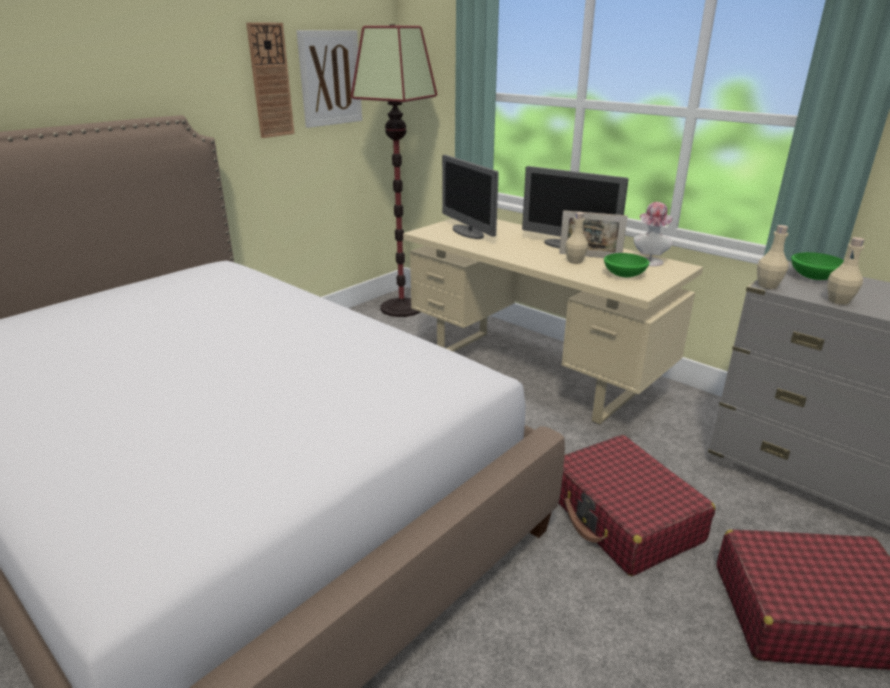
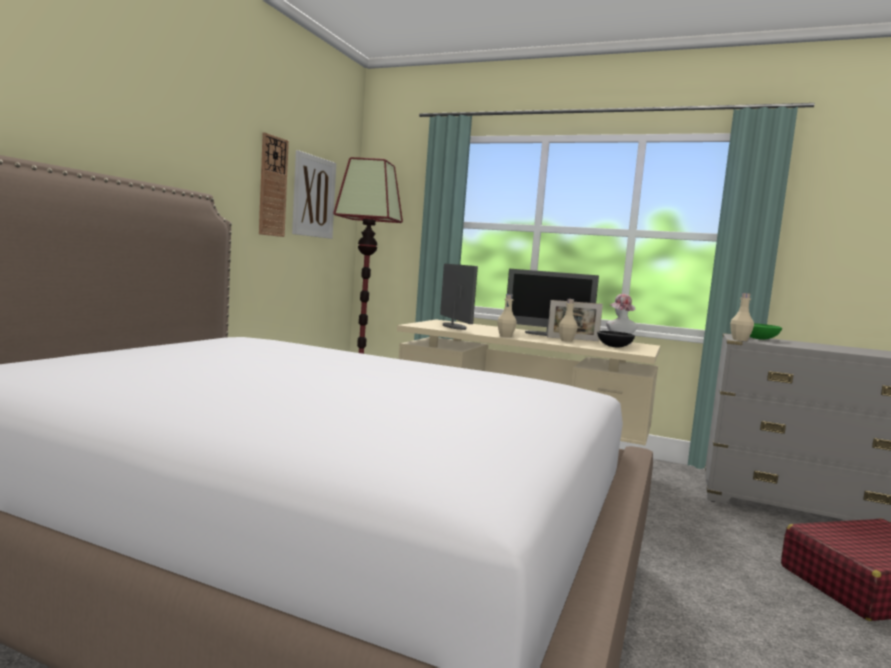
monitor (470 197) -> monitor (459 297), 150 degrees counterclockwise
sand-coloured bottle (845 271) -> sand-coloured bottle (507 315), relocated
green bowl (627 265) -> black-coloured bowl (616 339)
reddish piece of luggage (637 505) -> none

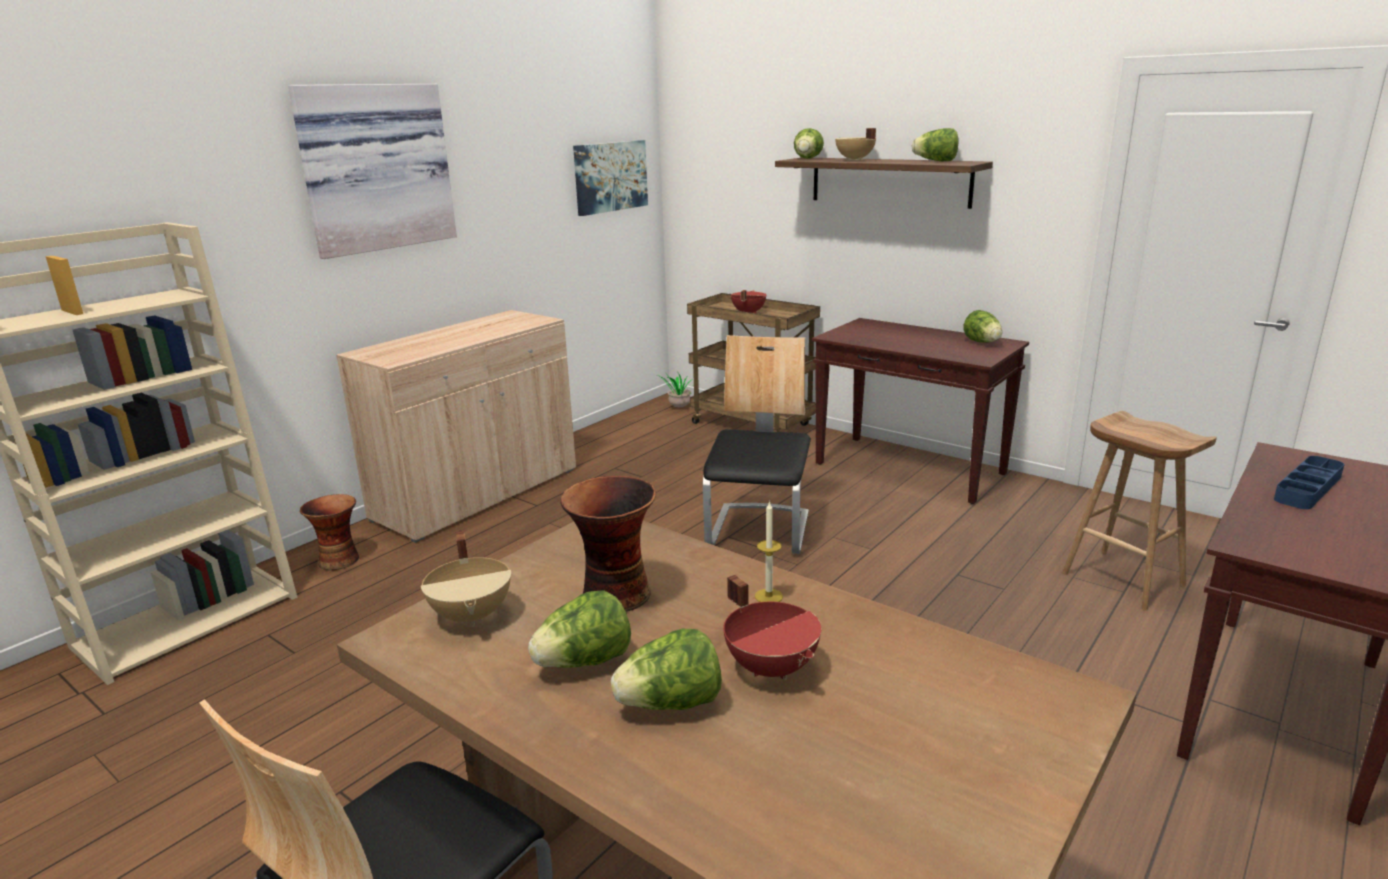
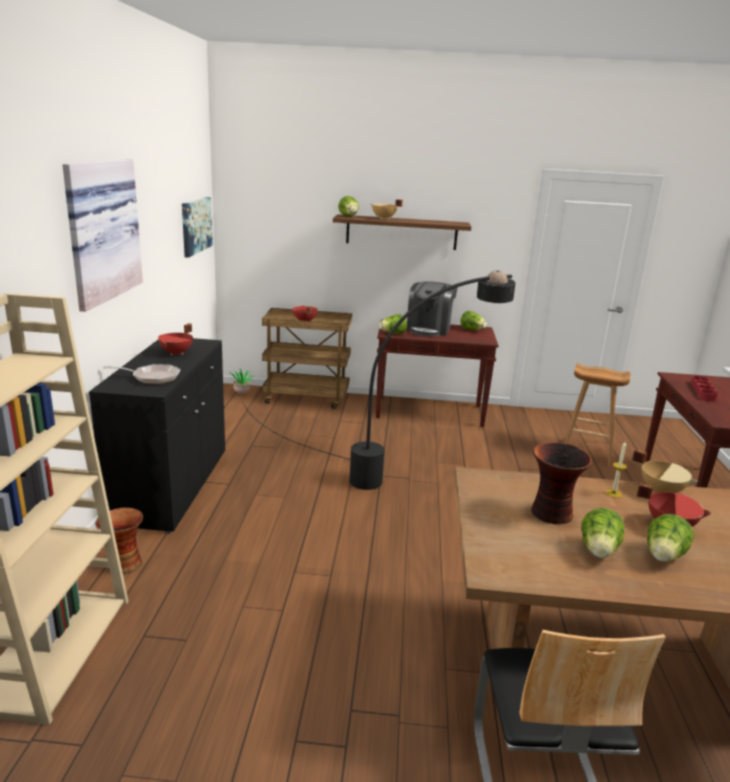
sand-coloured cupboard (456 426) -> black-coloured cupboard (157 436)
none -> skillet (141 374)
none -> reddish saucepot (175 339)
upright chair (757 444) -> black-coloured standard lamp (379 380)
lettuce (934 144) -> lettuce (393 324), relocated
none -> coffee machine (431 309)
sand-coloured saucepot (466 579) -> sand-coloured saucepot (665 471), relocated
blue carrying tray (1309 482) -> reddish carrying tray (705 389)

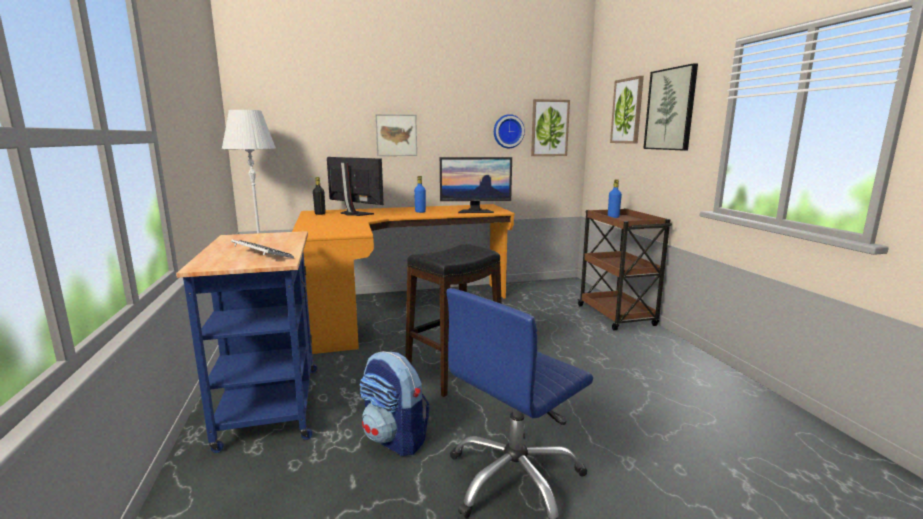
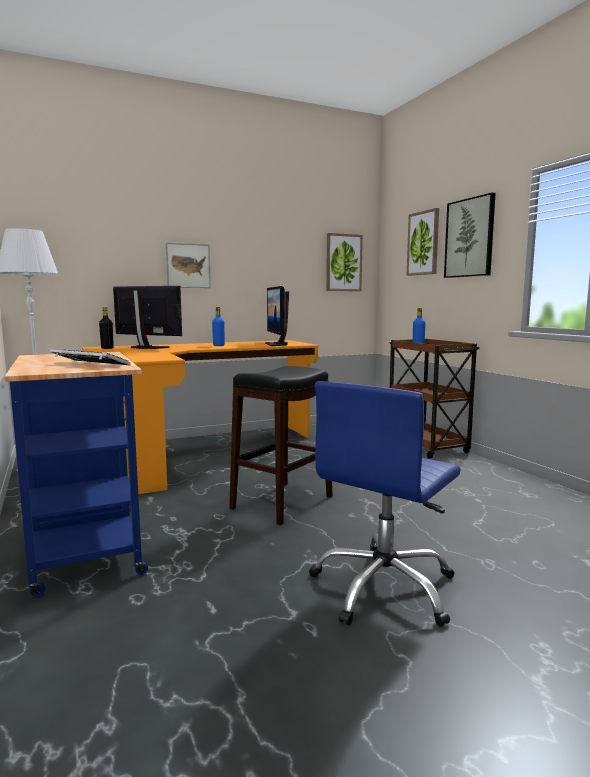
monitor (476 185) -> monitor (277 316), 90 degrees clockwise
rucksack (394 403) -> none
clock on the wall (509 131) -> none

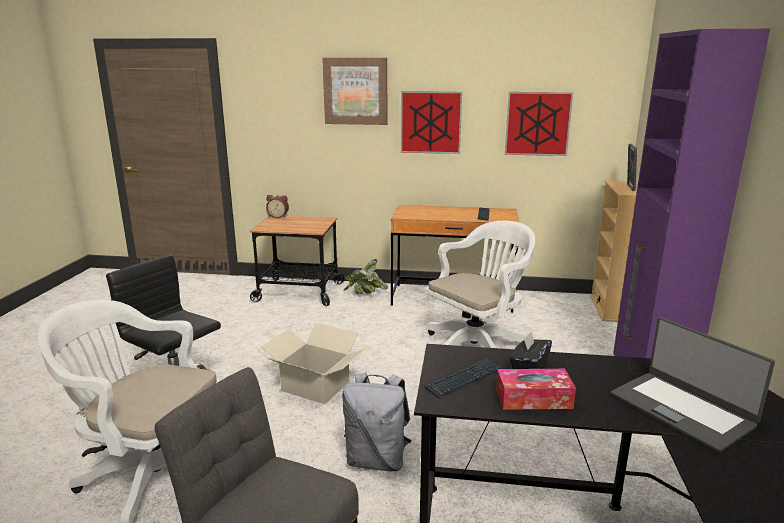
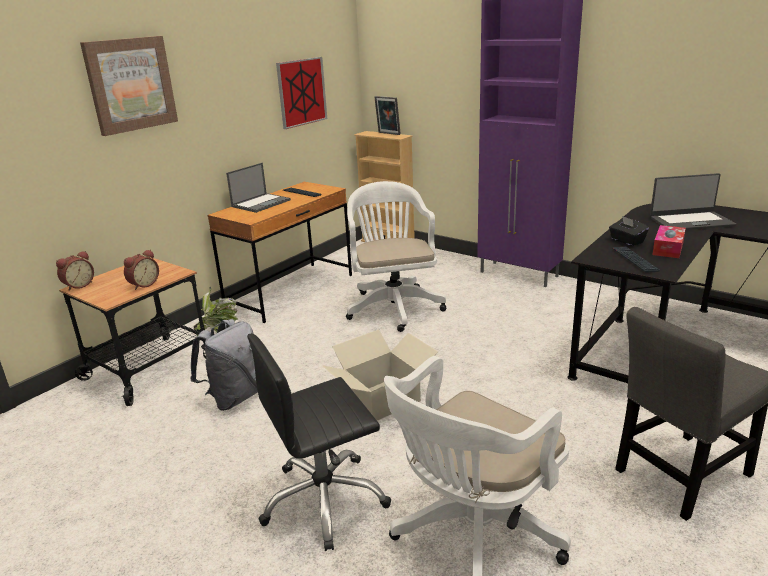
none -> alarm clock (141 269)
gray rucksack (376 422) -> gray rucksack (224 365), relocated
none -> notebook computer (258 188)
wall art (431 122) -> none

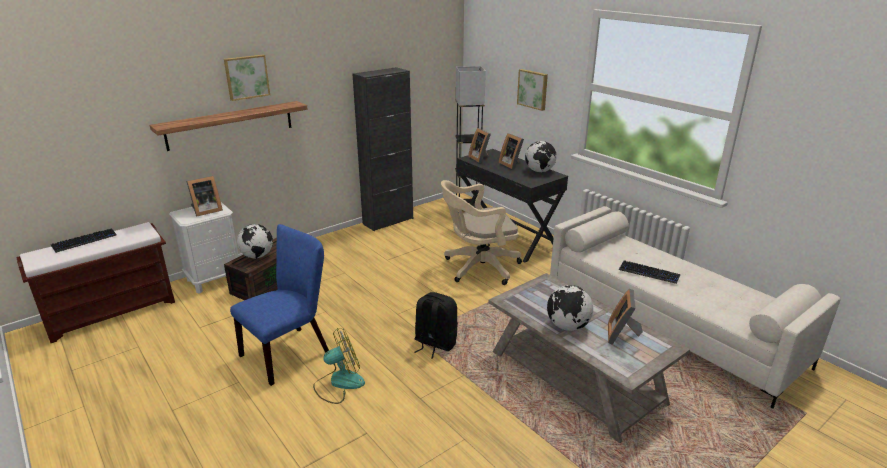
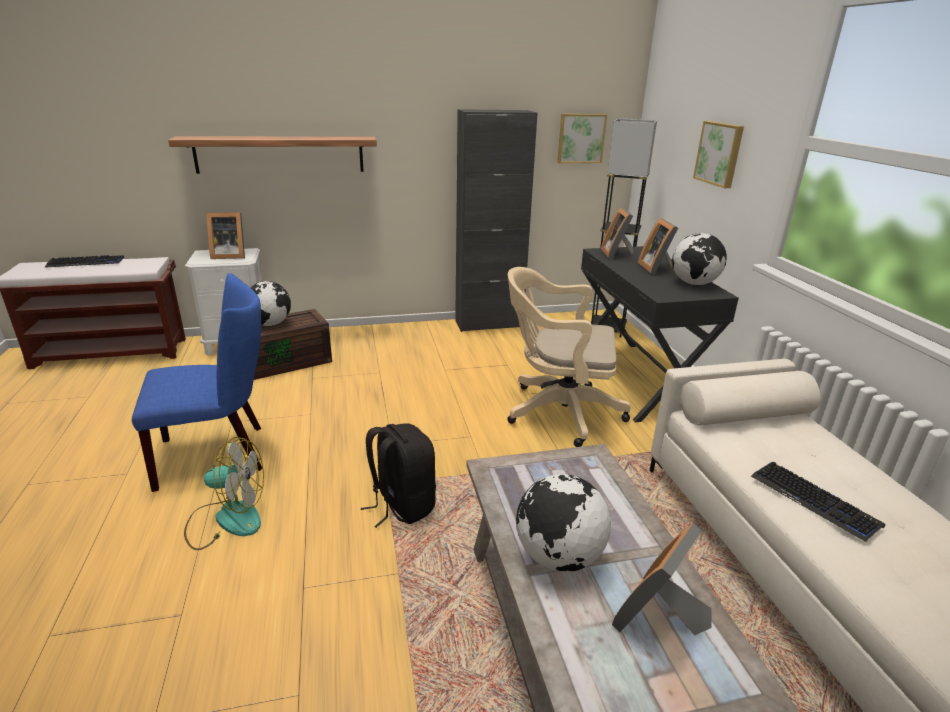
wall art (247 78) -> wall art (582 138), relocated

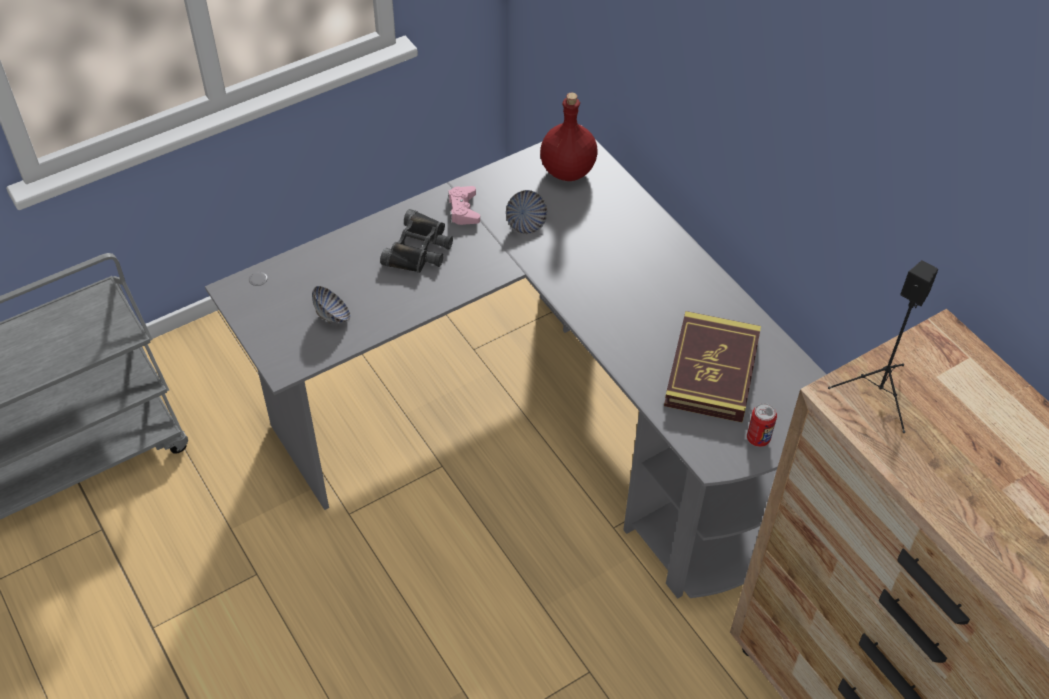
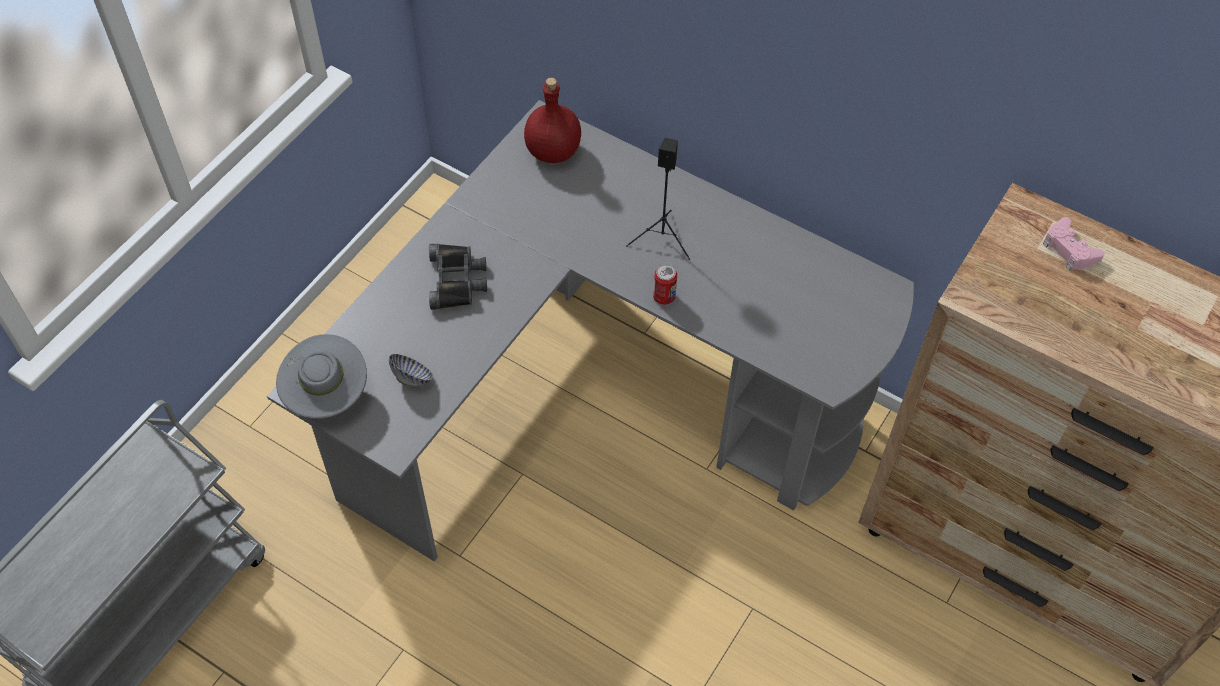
none -> gray clothing hat (321 376)
black-coloured audio speaker (883 346) -> black-coloured audio speaker (658 199), relocated
metal can (762 425) -> metal can (665 284), relocated
pink joypad (464 205) -> pink joypad (1074 244), relocated
bowl (526 212) -> none
book (712 366) -> none

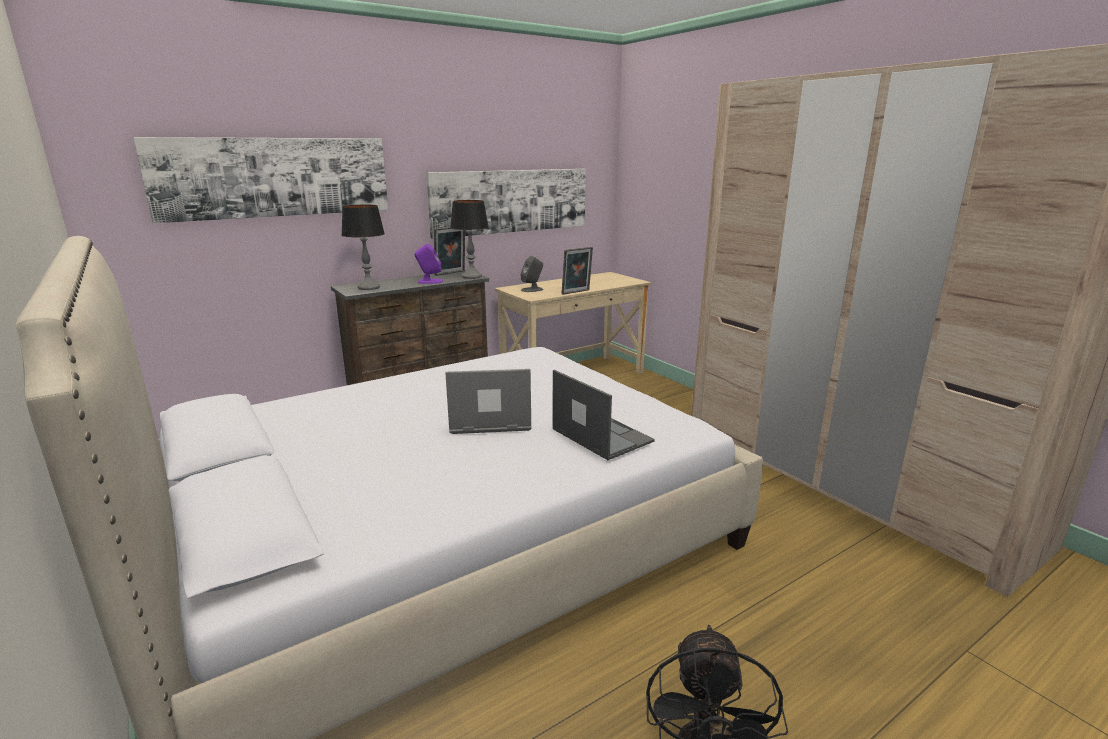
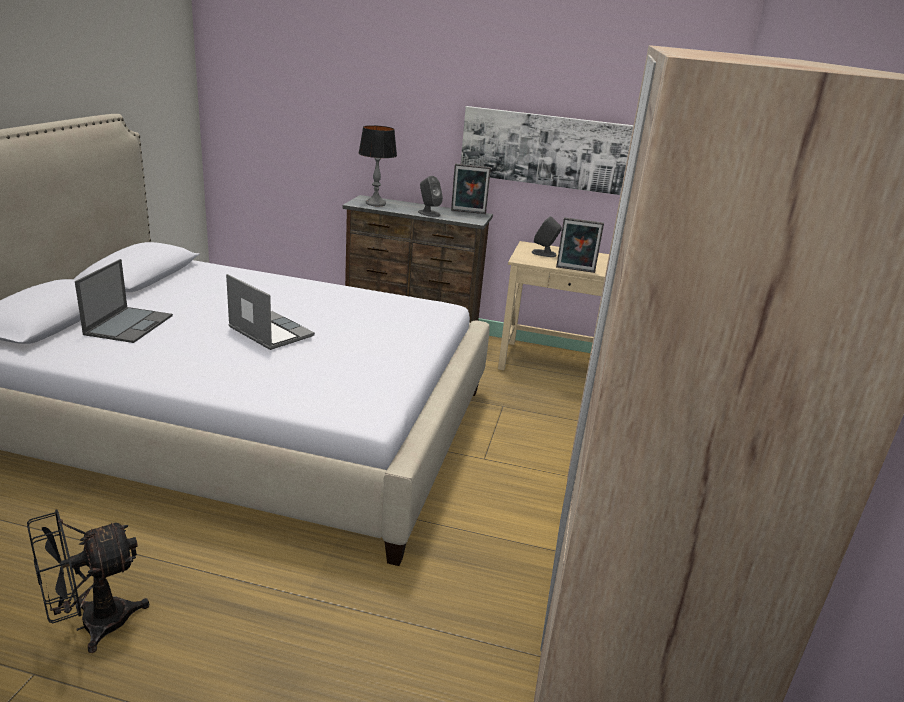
notebook computer (604 415) -> notebook computer (124 301), relocated
purplish audio speaker (428 264) -> gray audio speaker (430 196)
wall art (260 180) -> none
table lamp (469 239) -> none

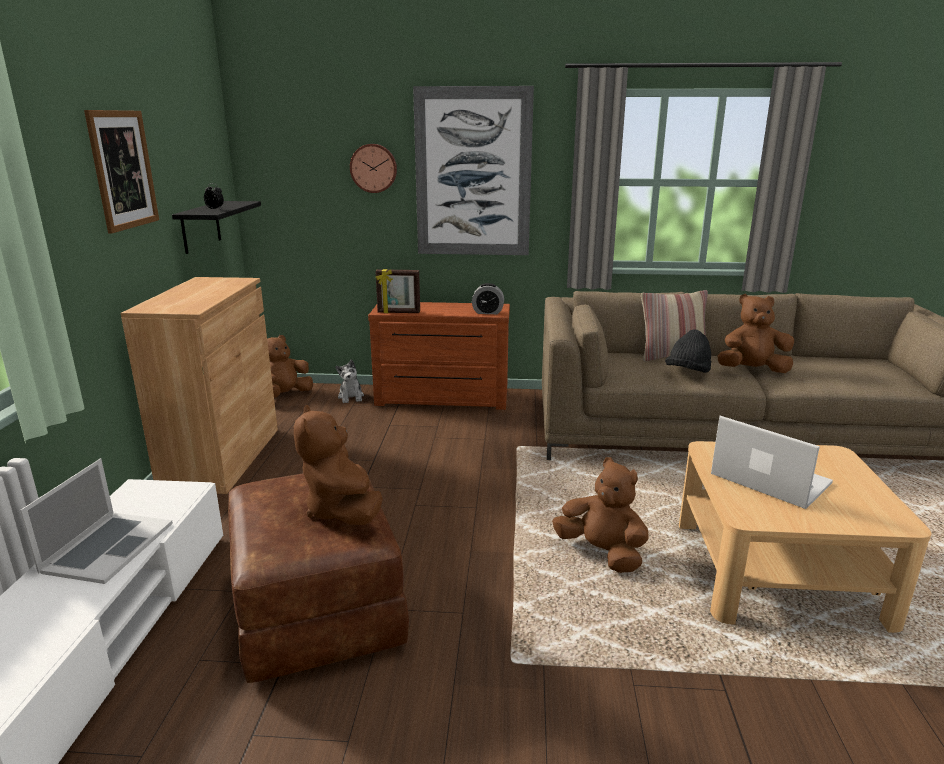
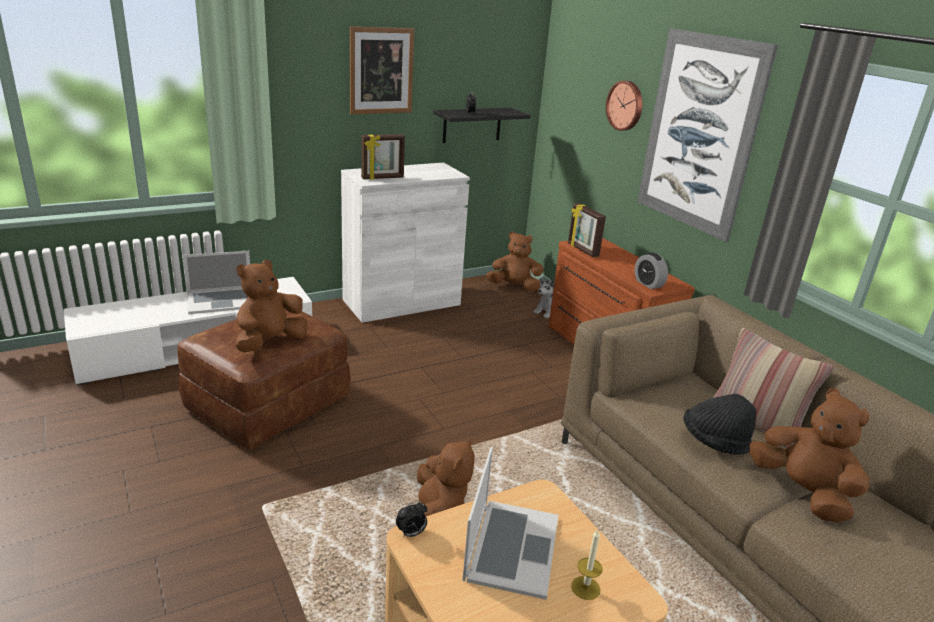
brown-coloured cupboard (199 385) -> white cupboard (405 243)
none -> picture frame (383 157)
none -> alarm clock (411 519)
none -> candle (587 564)

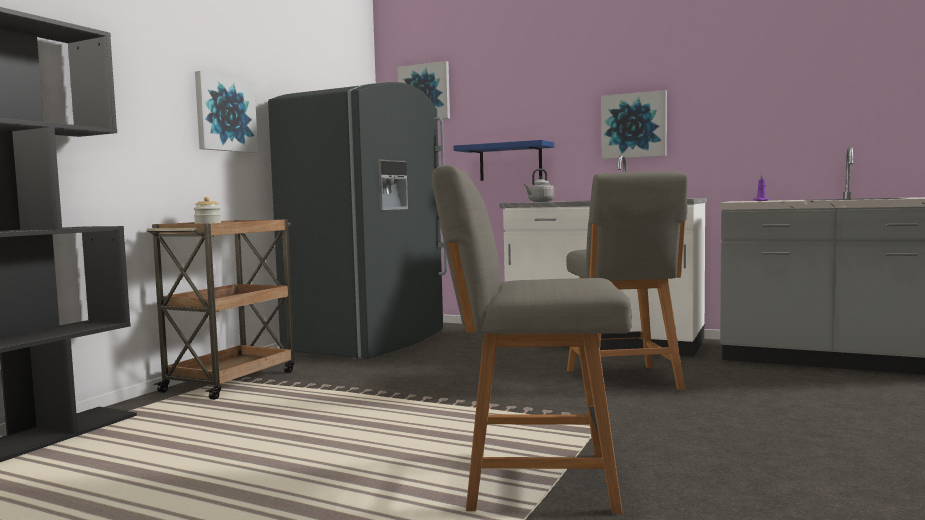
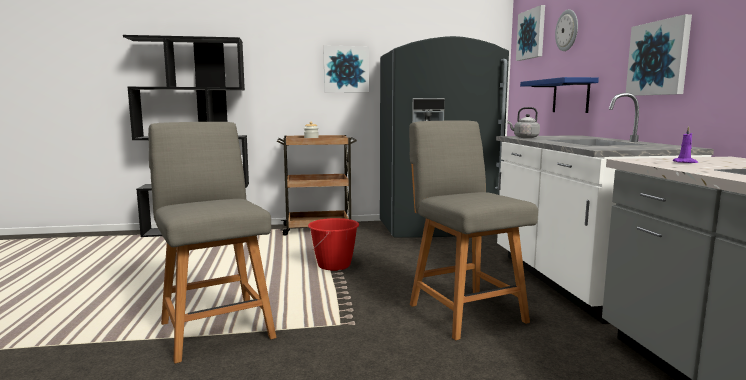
none -> reddish pail (333 244)
gray upright chair (627 281) -> gray upright chair (473 230), 105 degrees clockwise
none -> clock on the wall (566 30)

